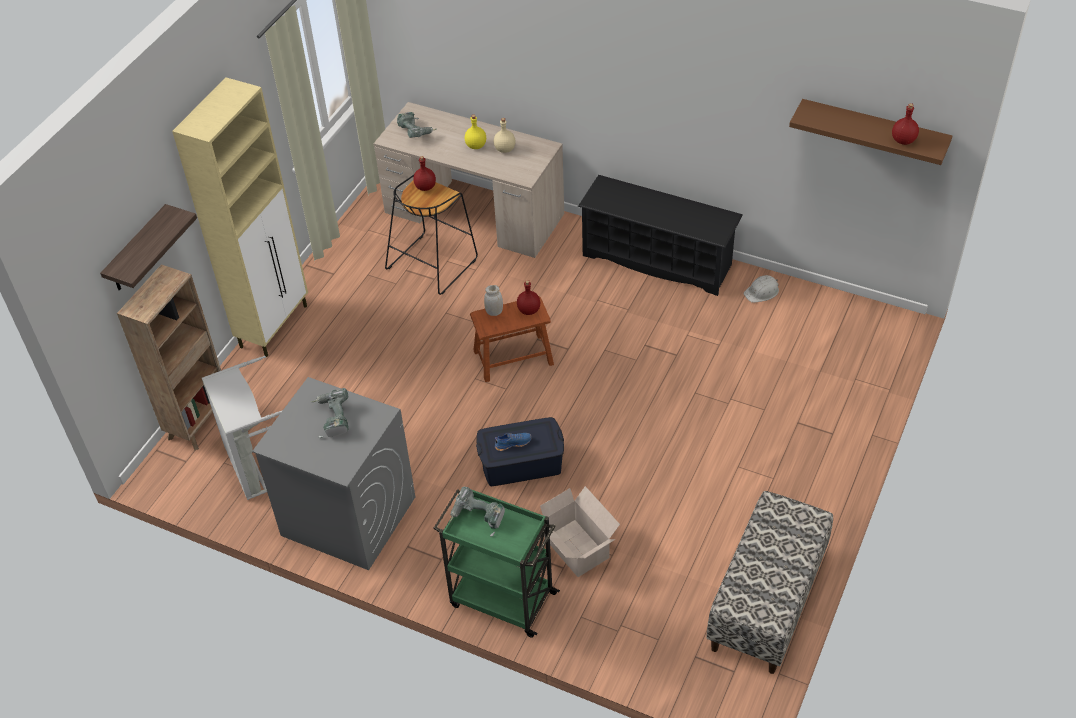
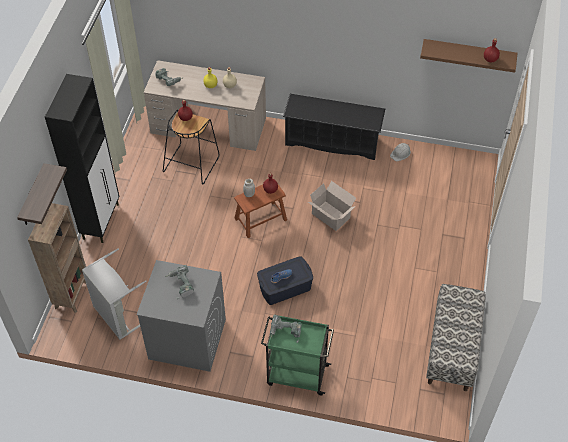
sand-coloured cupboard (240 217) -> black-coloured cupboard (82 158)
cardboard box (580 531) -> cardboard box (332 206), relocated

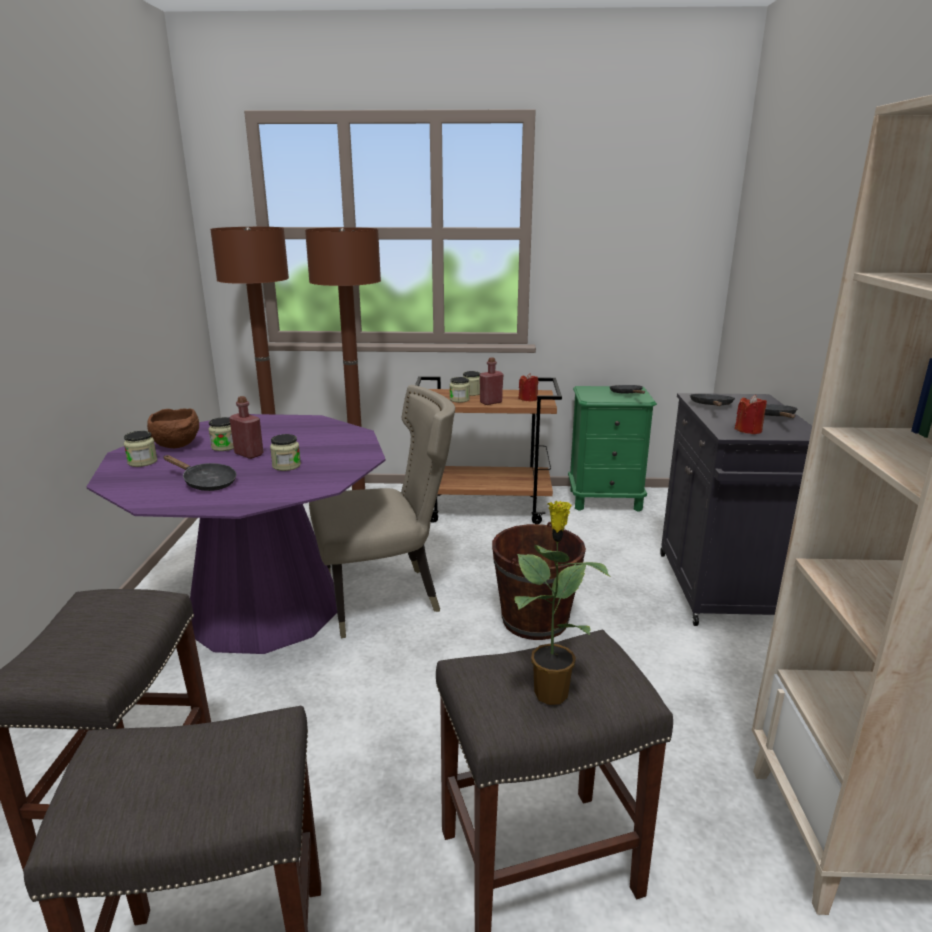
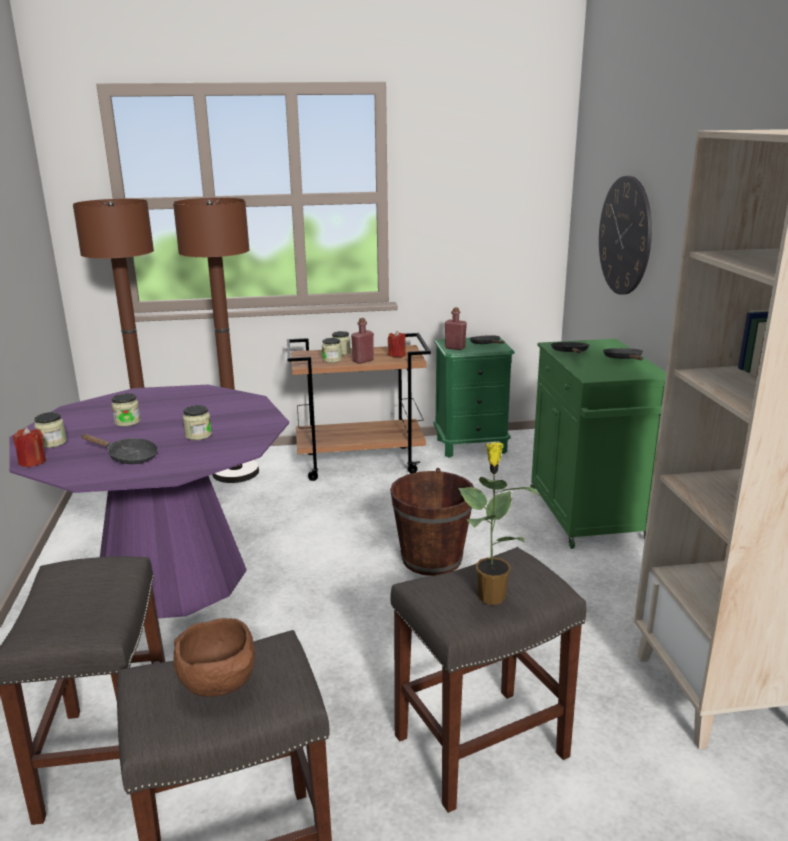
reddish candle (751 414) -> reddish candle (29 447), relocated
brown-coloured bowl (173 428) -> brown-coloured bowl (214 657), relocated
reddish bottle (246 427) -> reddish bottle (456 328), relocated
black-coloured cupboard (736 509) -> green cupboard (598 444)
none -> clock on the wall (625 235)
sand-coloured upright chair (382 511) -> none

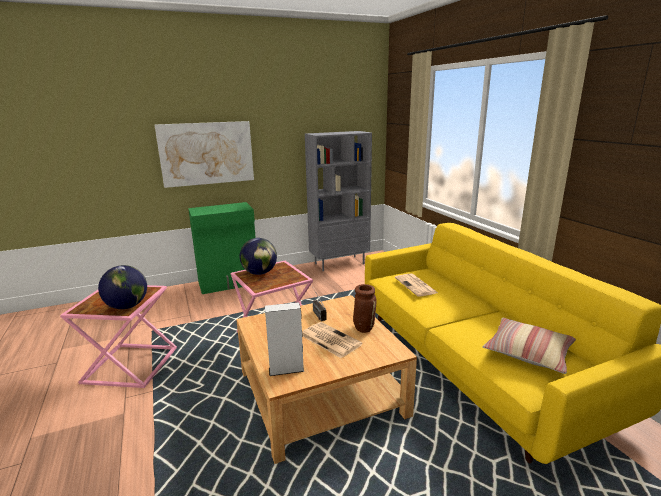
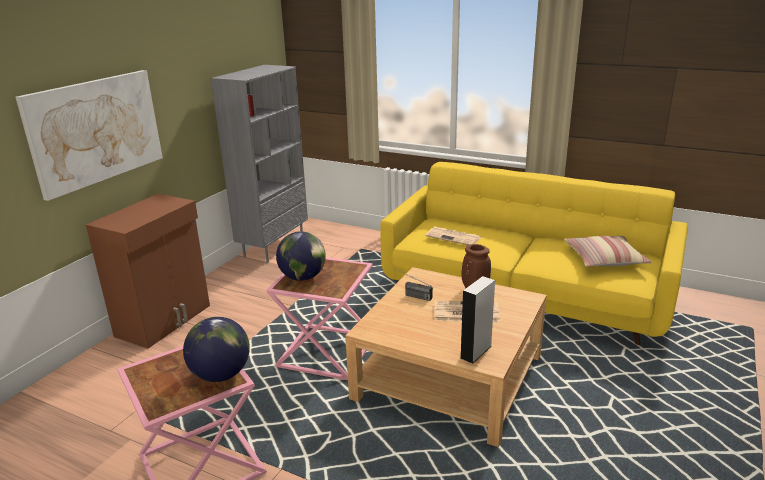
green cupboard (222 248) -> brown-coloured cupboard (148 271)

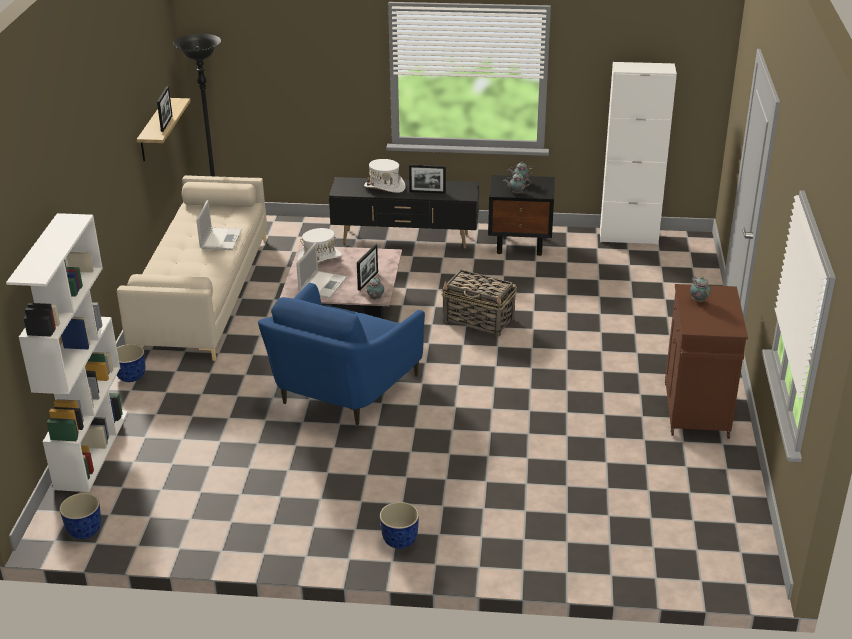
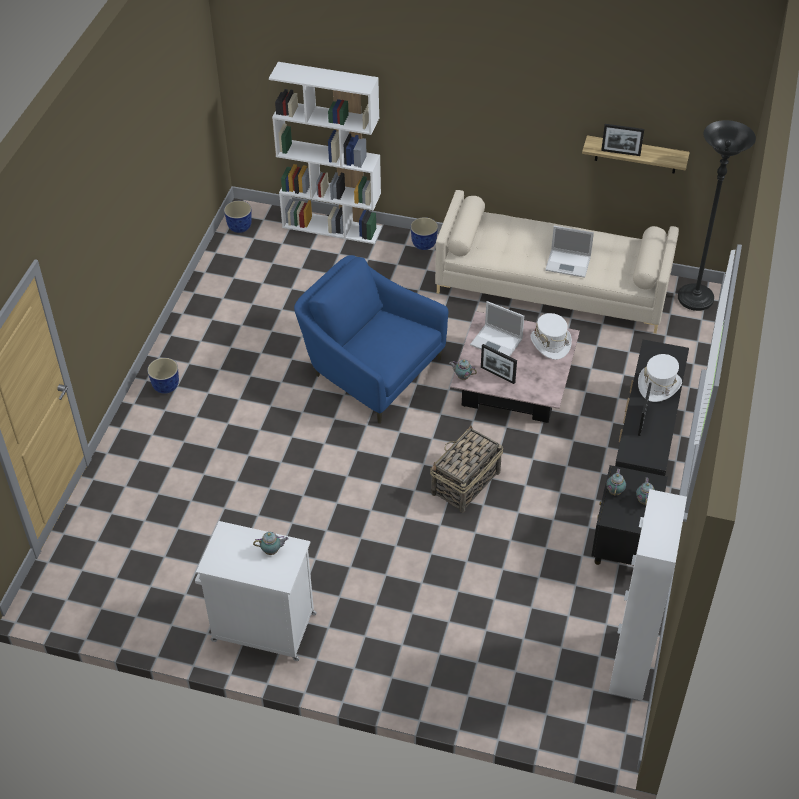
brown-coloured cupboard (706 361) -> white cupboard (256 591)

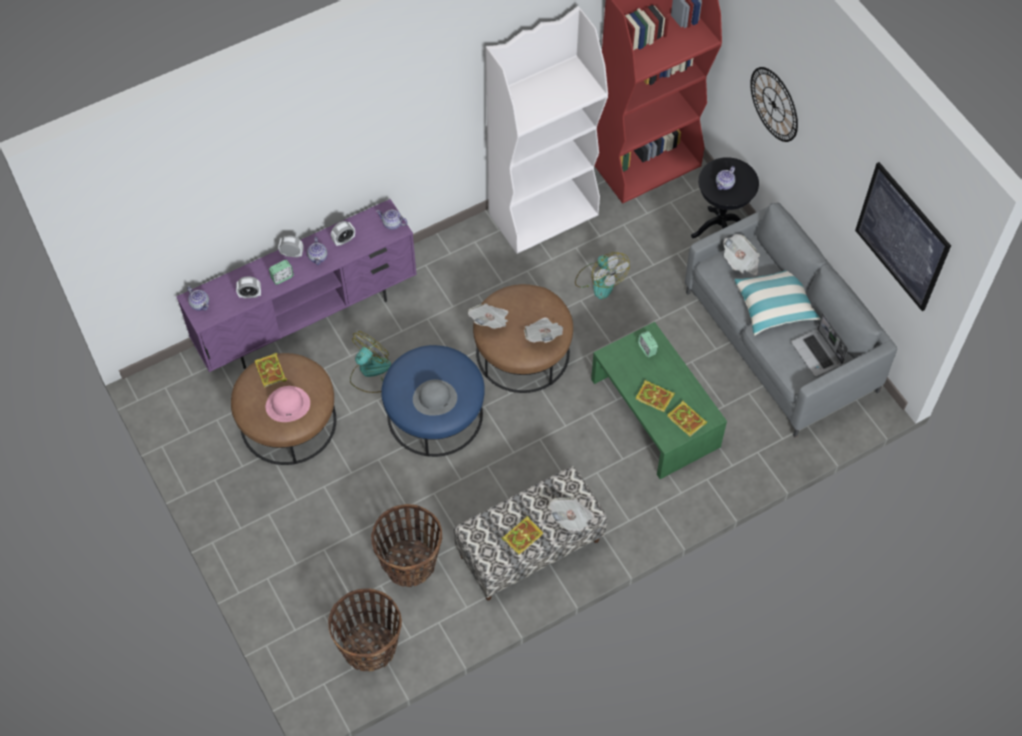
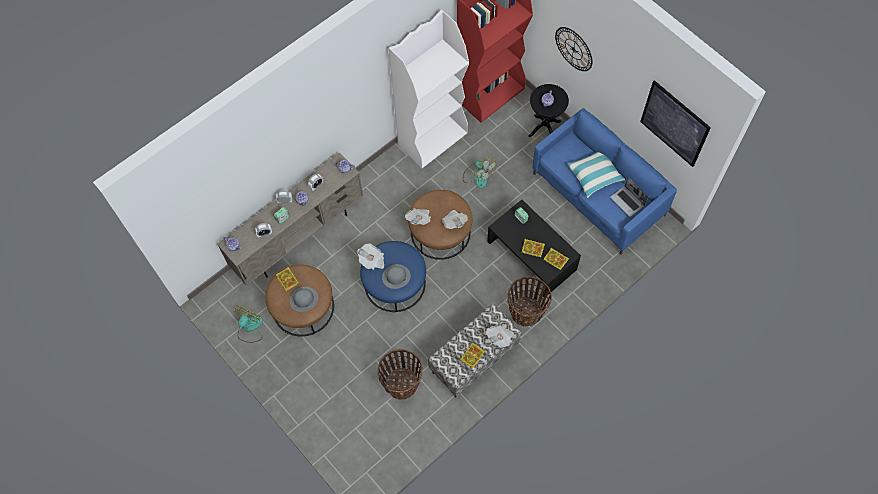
purplish tv stand (296 285) -> sand-coloured tv stand (290 219)
cooling fan (370 362) -> cooling fan (248 324), relocated
pink clothing hat (288 404) -> gray clothing hat (304 299)
daily paper (741 254) -> daily paper (370 257), relocated
green low table (659 400) -> black-coloured low table (534 248)
household basket (365 630) -> household basket (530 301), relocated
gray couch (791 320) -> blue couch (604 181)

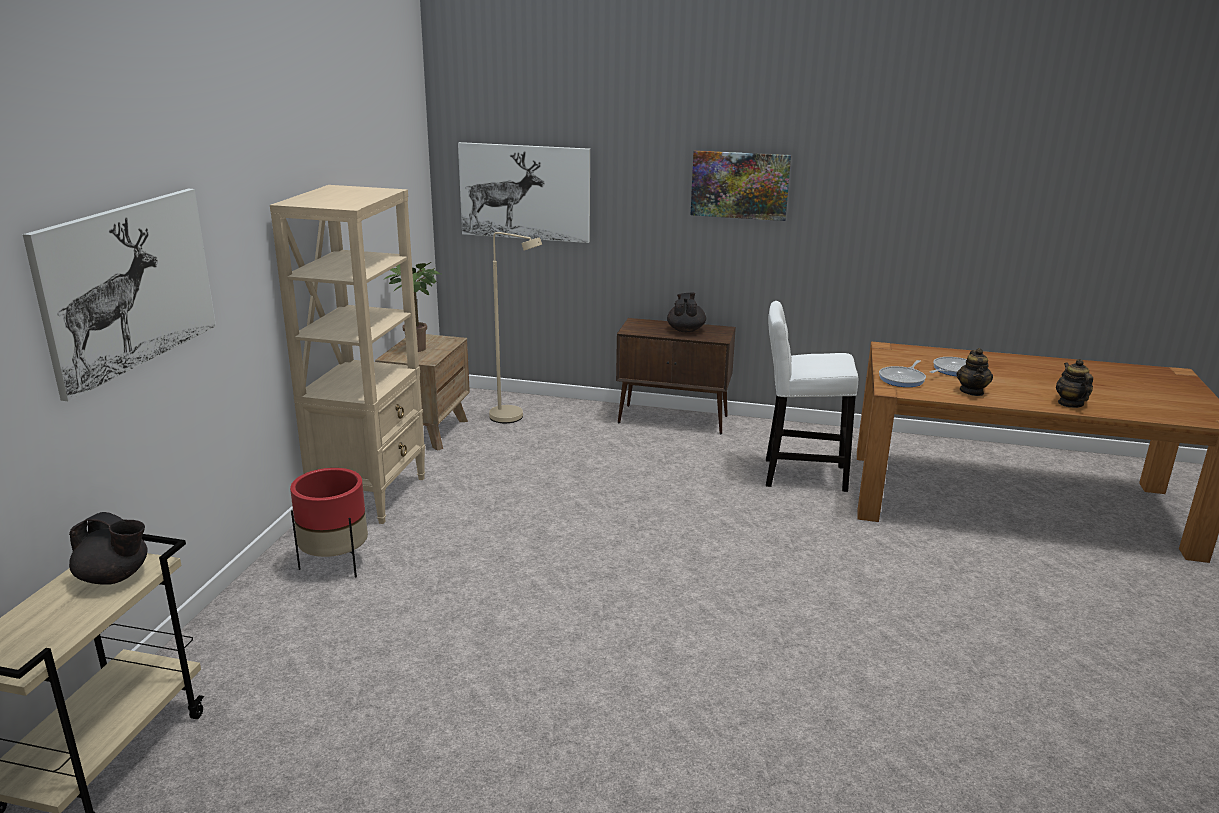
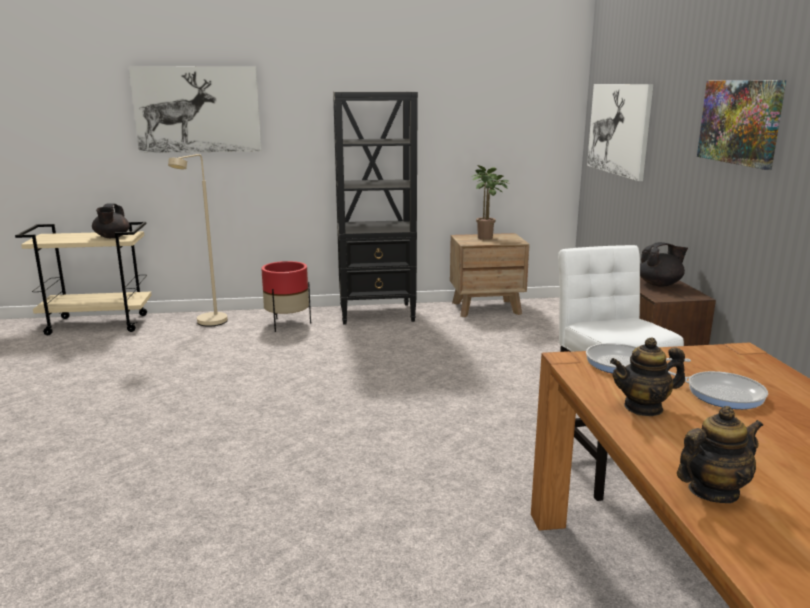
sand-coloured standard lamp (515 327) -> sand-coloured standard lamp (198 240), relocated
sand-coloured bookshelf (347 354) -> black-coloured bookshelf (375 208)

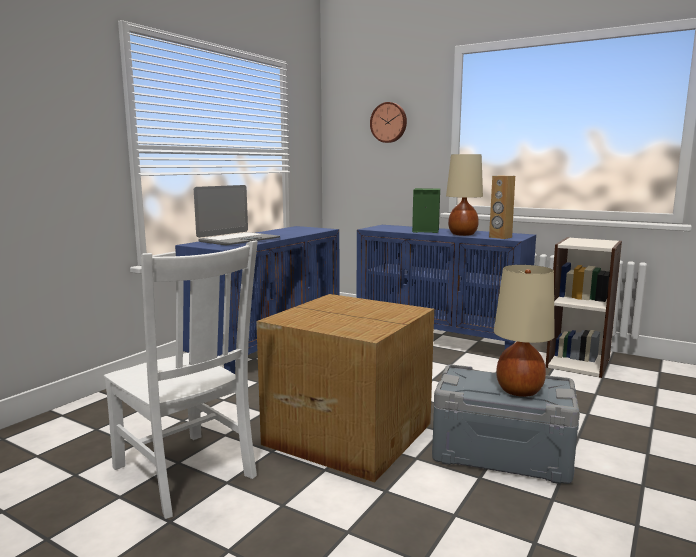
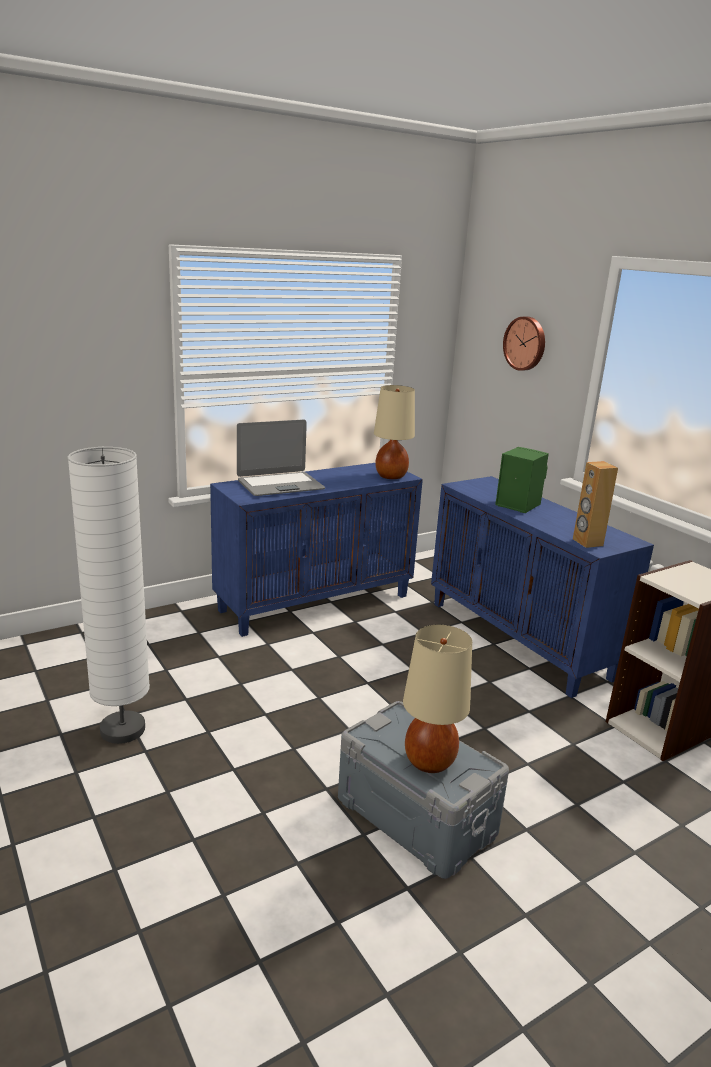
white upright chair (181 379) -> white standard lamp (108 595)
sand-coloured table lamp (464 195) -> sand-coloured table lamp (394 432), relocated
cardboard box (345 388) -> none

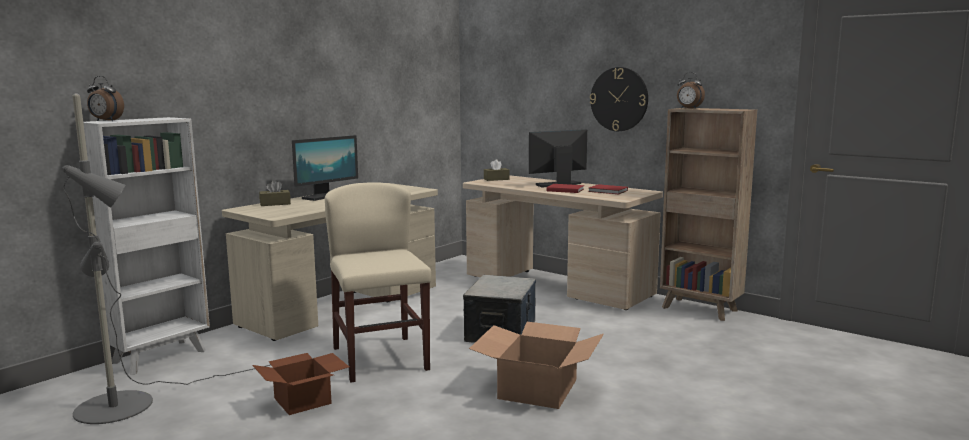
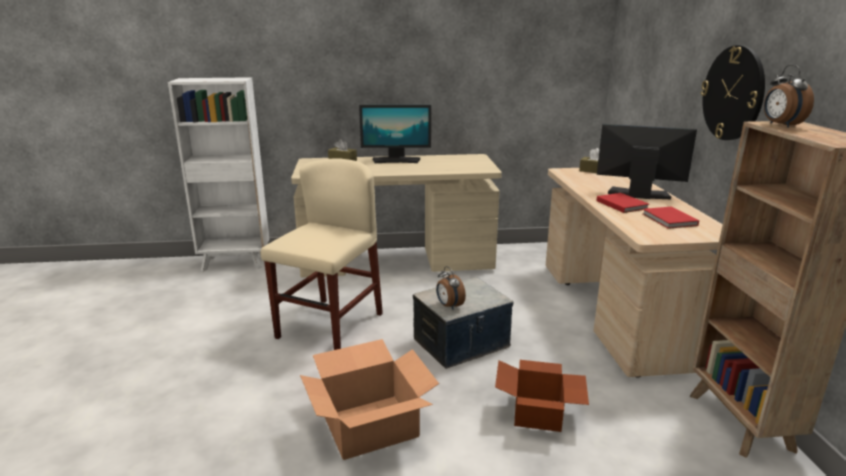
alarm clock (105 98) -> alarm clock (451 288), relocated
cardboard box (300 384) -> cardboard box (542 396), relocated
gray standard lamp (166 258) -> none

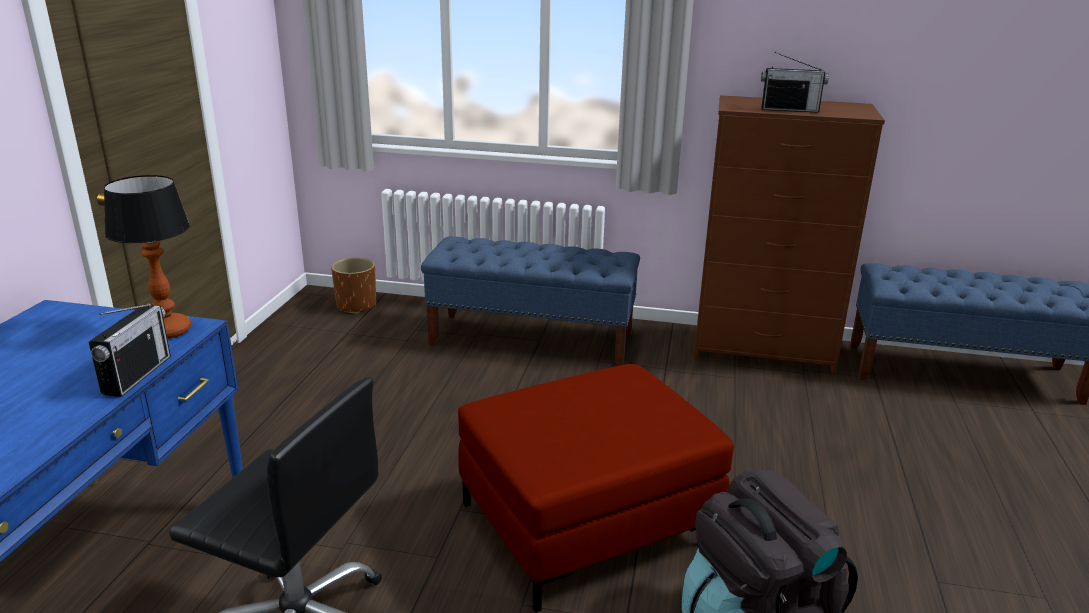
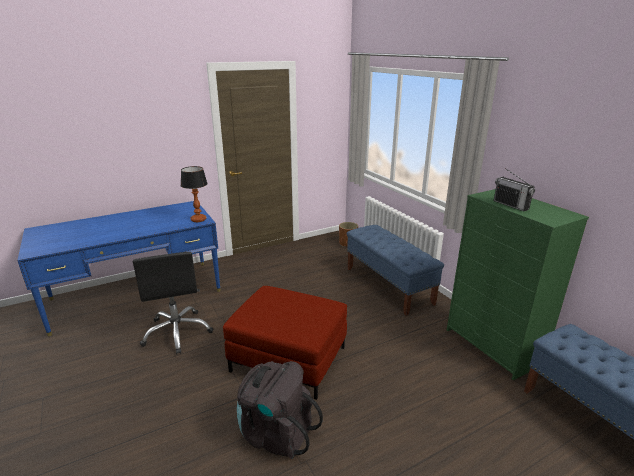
brown-coloured dresser (789 235) -> green dresser (518 284)
radio receiver (130 350) -> none

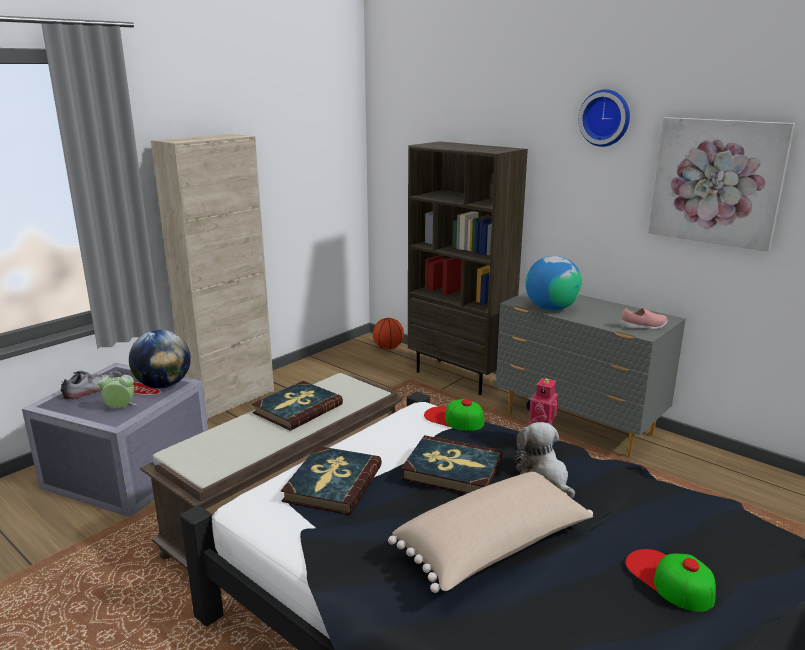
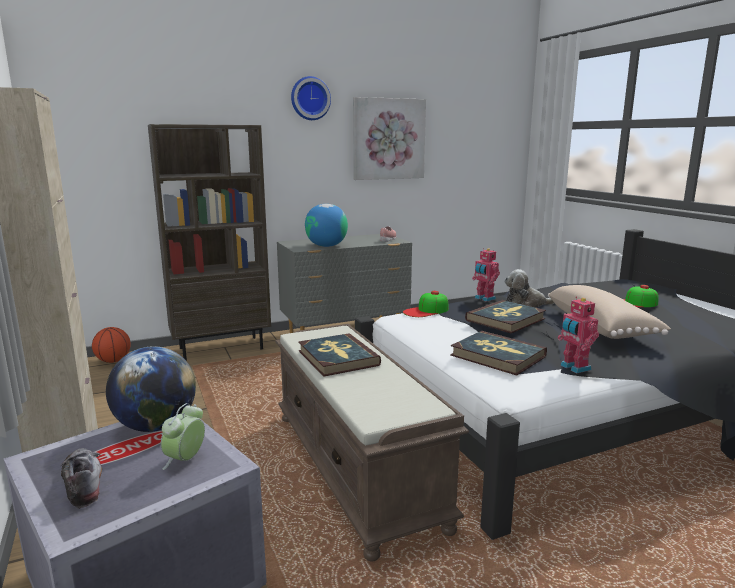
none -> toy robot (578 335)

